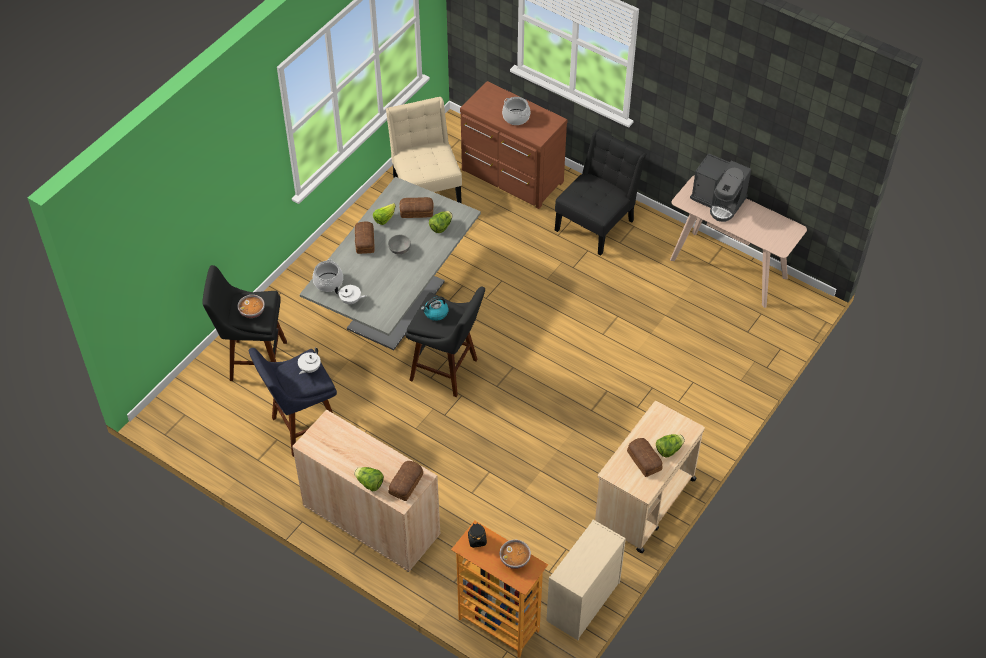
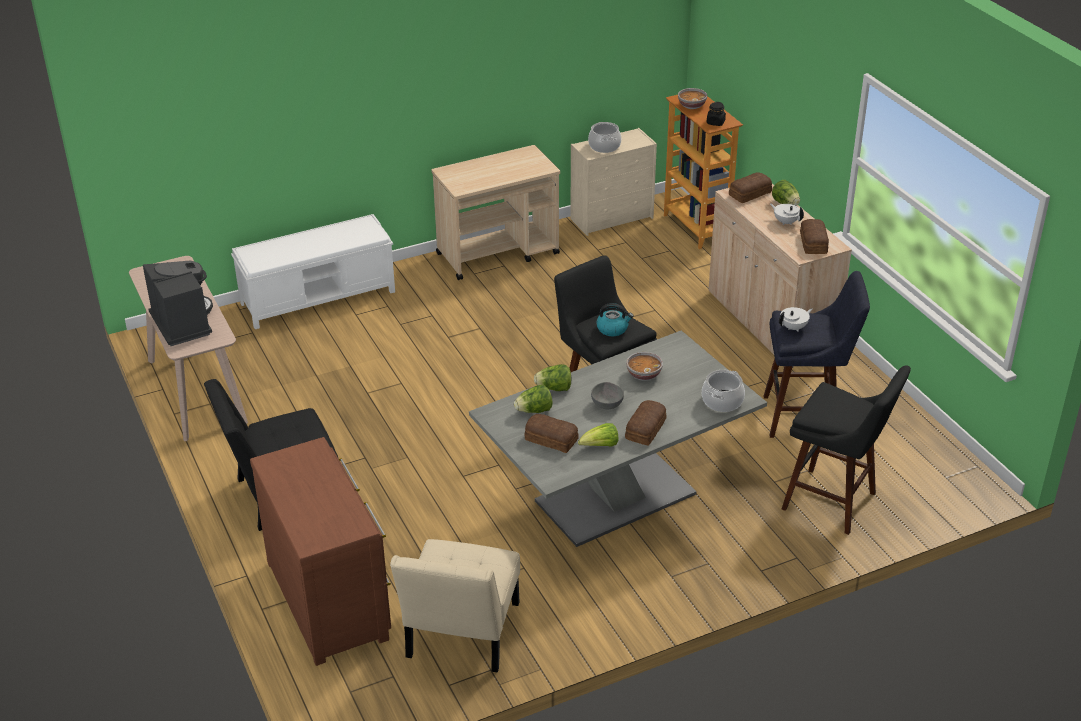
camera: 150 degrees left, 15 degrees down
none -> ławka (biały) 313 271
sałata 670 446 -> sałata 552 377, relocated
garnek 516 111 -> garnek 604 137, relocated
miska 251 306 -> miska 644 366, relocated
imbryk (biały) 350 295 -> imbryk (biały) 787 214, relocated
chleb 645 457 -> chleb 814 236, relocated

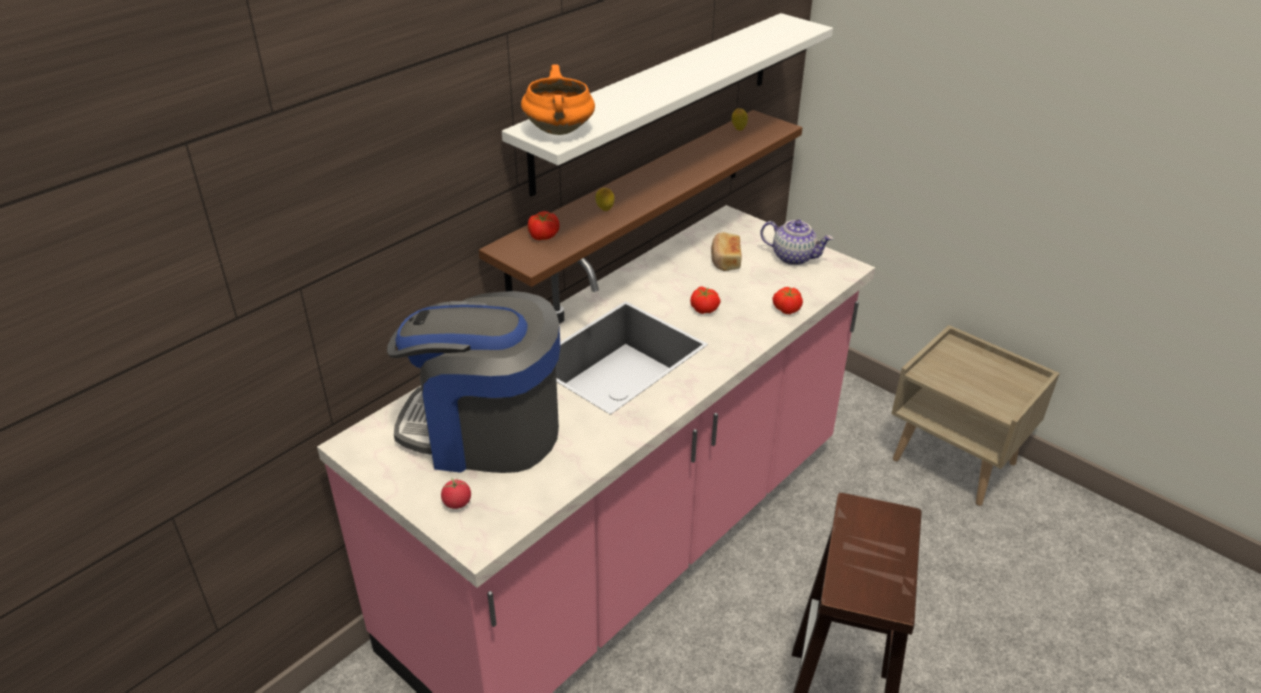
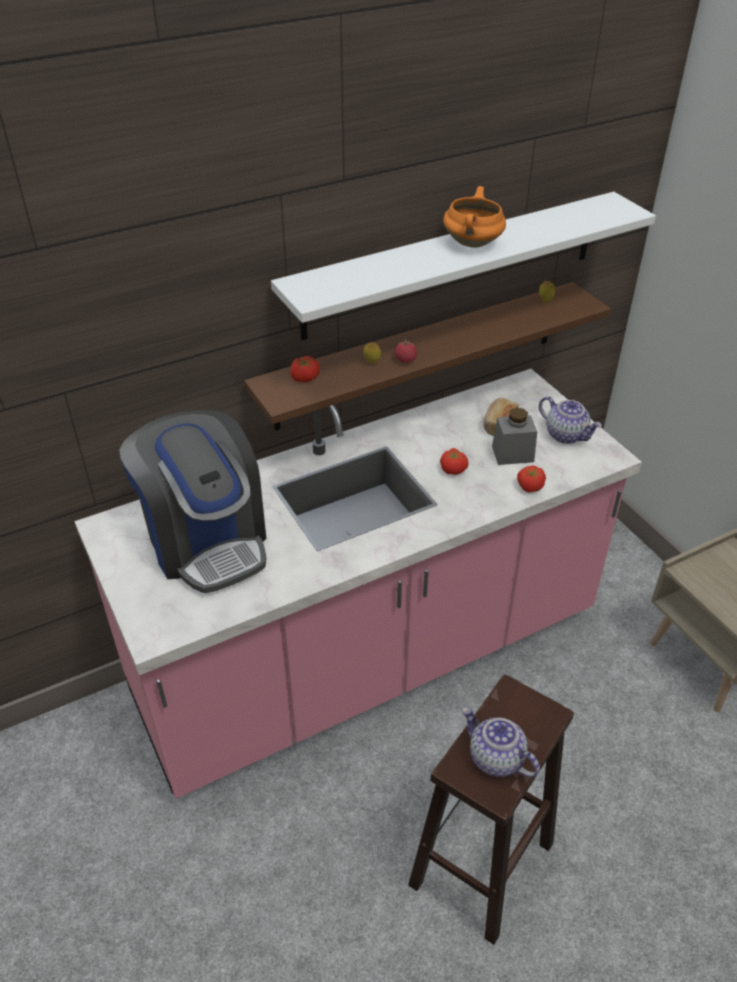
camera: 20 degrees right, 5 degrees up
ekspres do kawy 473 382 -> ekspres do kawy 192 501, 150 degrees counterclockwise
pomidor 456 493 -> pomidor 406 351, relocated
garnek (pomarańczowy) 558 100 -> garnek (pomarańczowy) 474 217, relocated
none -> imbryk 501 742
none -> słoik (szary) 514 436

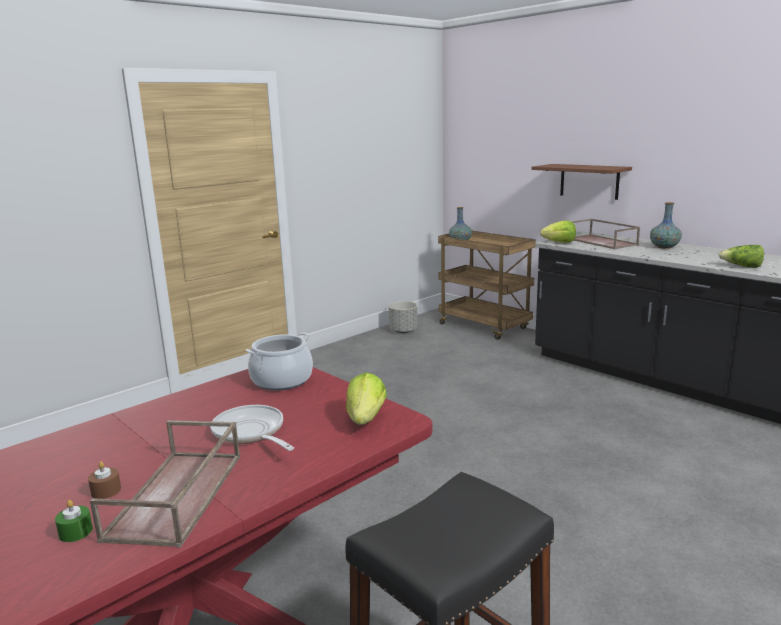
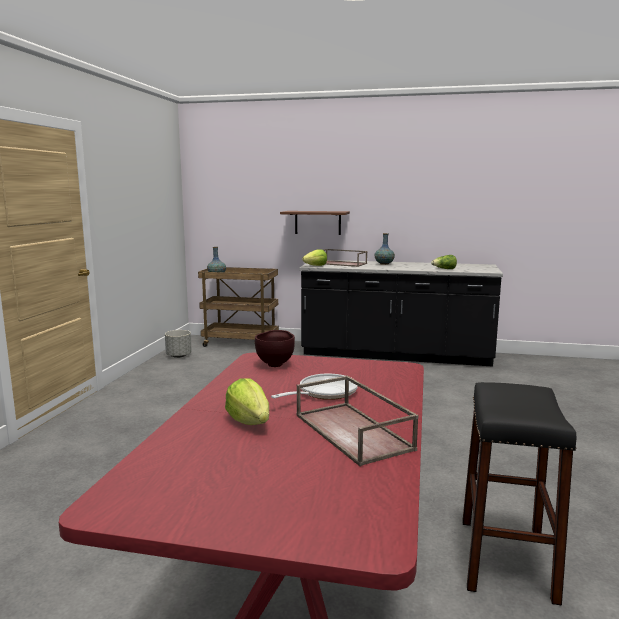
camera: 35 degrees left, 5 degrees down
sałata 366 399 -> sałata 247 401, relocated
garnek 279 361 -> miska (brązowy) 275 348
patelnia 252 428 -> patelnia 314 387, 120 degrees clockwise
świeca (zielony) 74 521 -> none
świeca (brązowy) 104 480 -> none

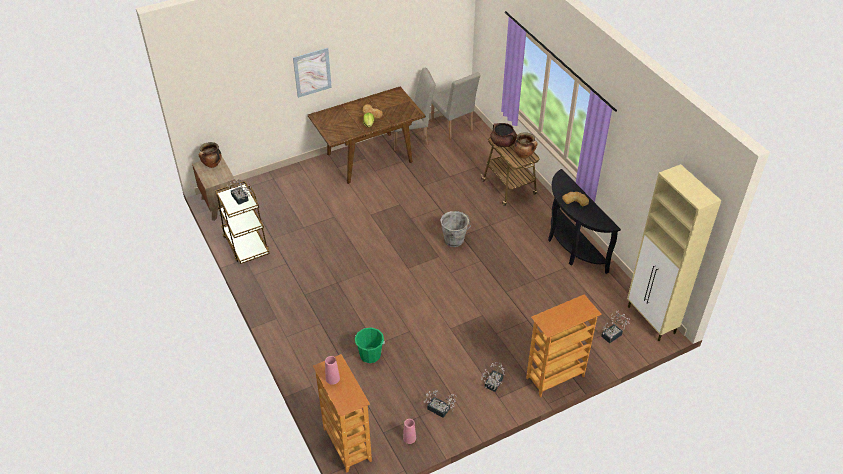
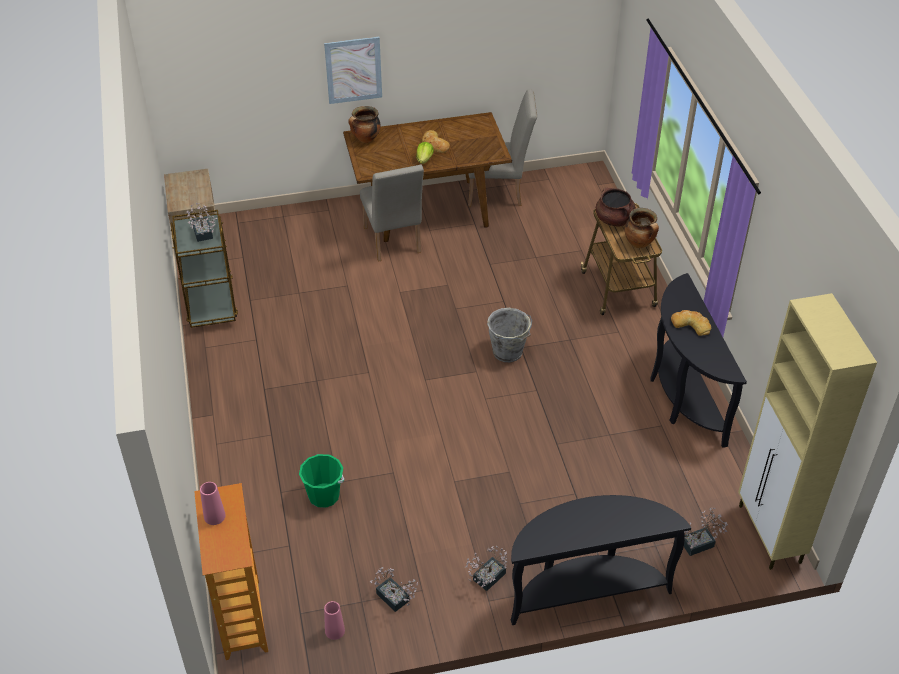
camera: 15 degrees right, 0 degrees up
garnek 210 155 -> garnek 364 124, relocated
krzesło (beżowy) 456 105 -> krzesło (beżowy) 392 213, relocated
regał 563 345 -> stolik konsolowy (czarny) 601 560

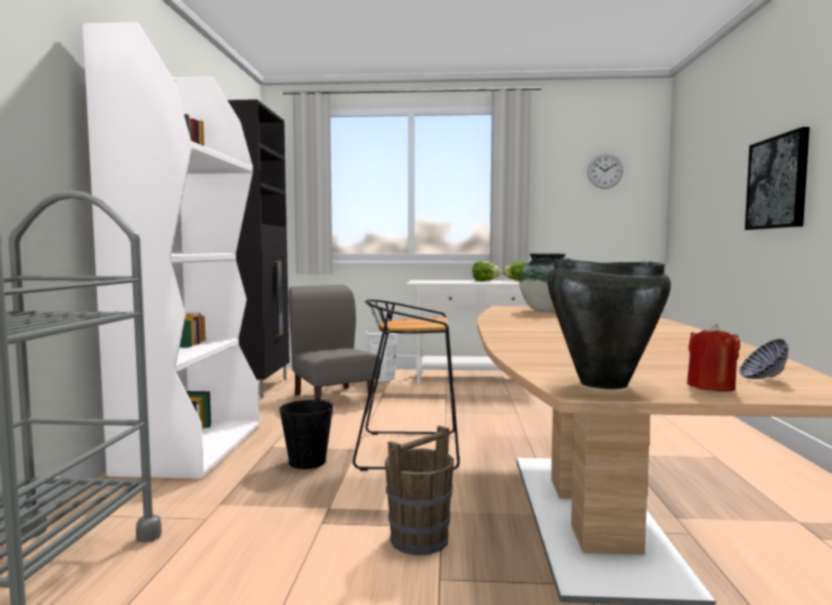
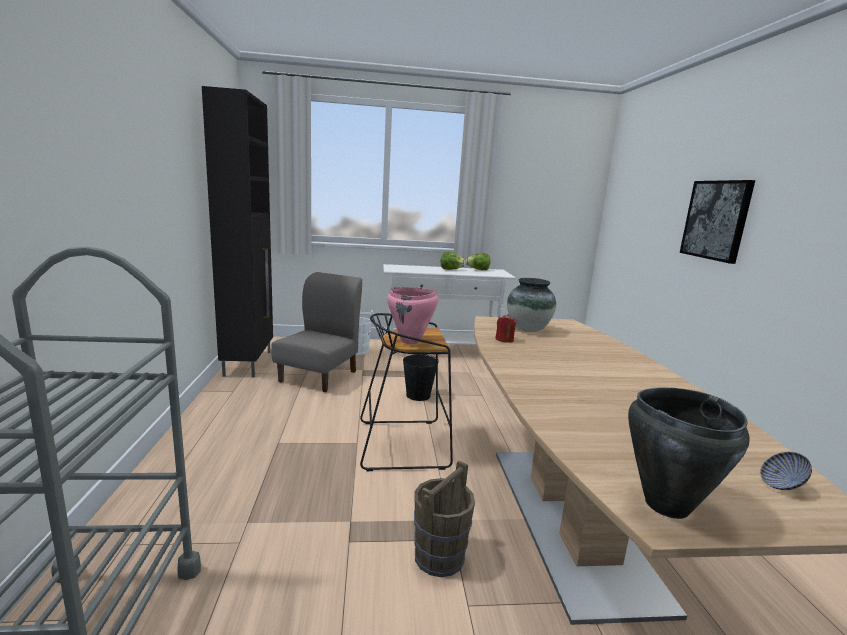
camera: 10 degrees left, 10 degrees up
krzesło (szary) 334 343 -> krzesło (szary) 316 332, 60 degrees clockwise
none -> garnek (różowy) 412 315
wiadro (czarny) 306 433 -> wiadro (czarny) 421 377, relocated
świeca (czerwony) 713 357 -> świeca (czerwony) 506 328, relocated
regał (biały) 171 250 -> none
zegar ścienny 605 171 -> none

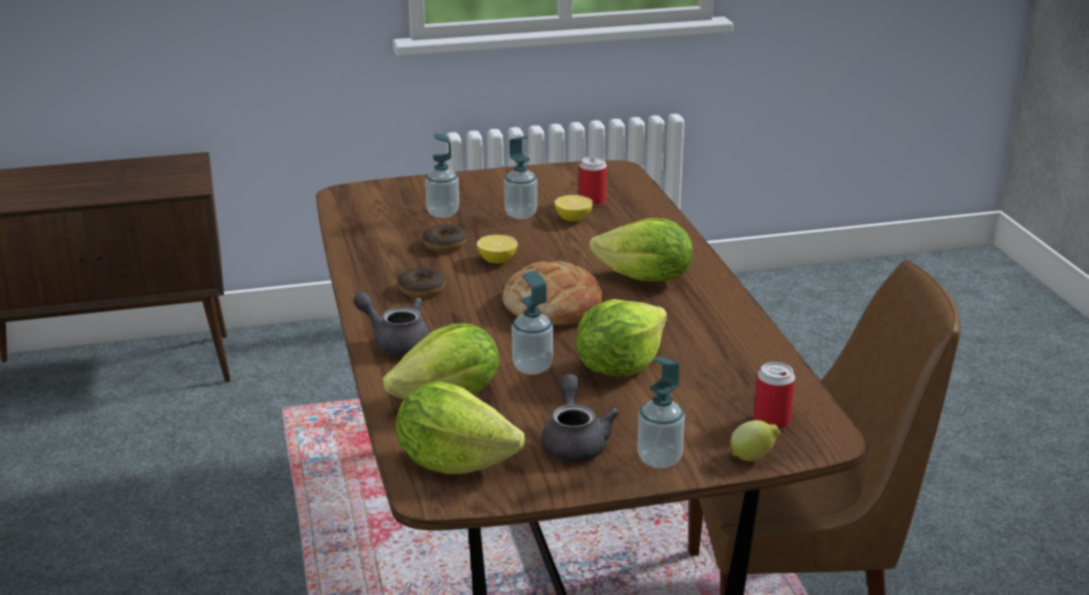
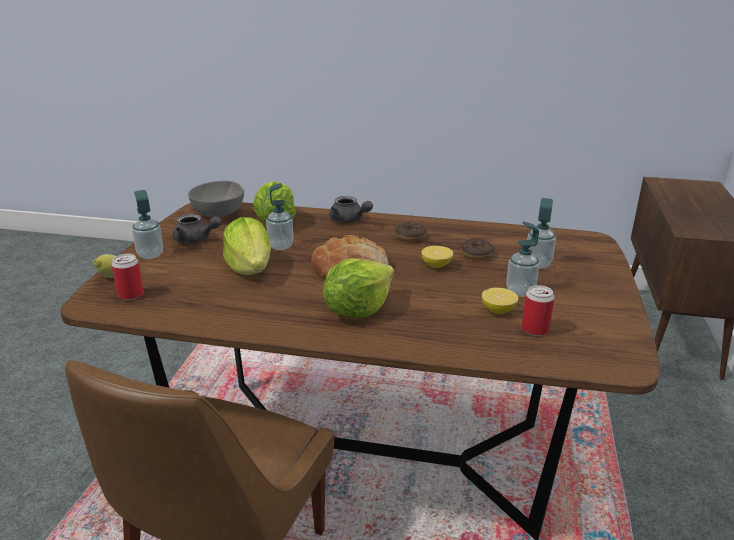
camera: 115 degrees right, 0 degrees up
sałata 460 427 -> miska (szary) 216 199
imbryk (szary) 391 324 -> imbryk (szary) 351 209, 75 degrees clockwise

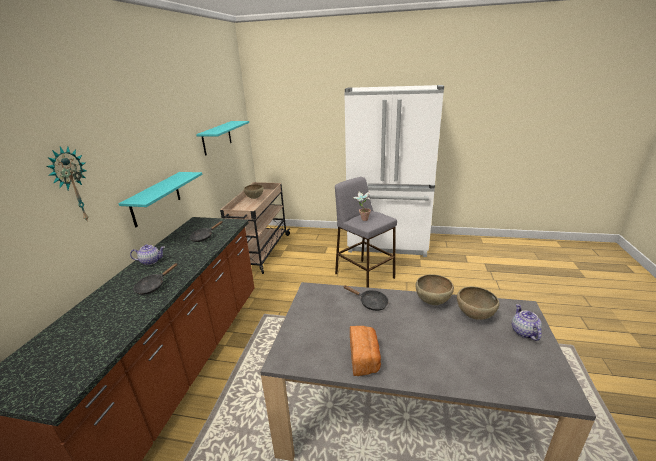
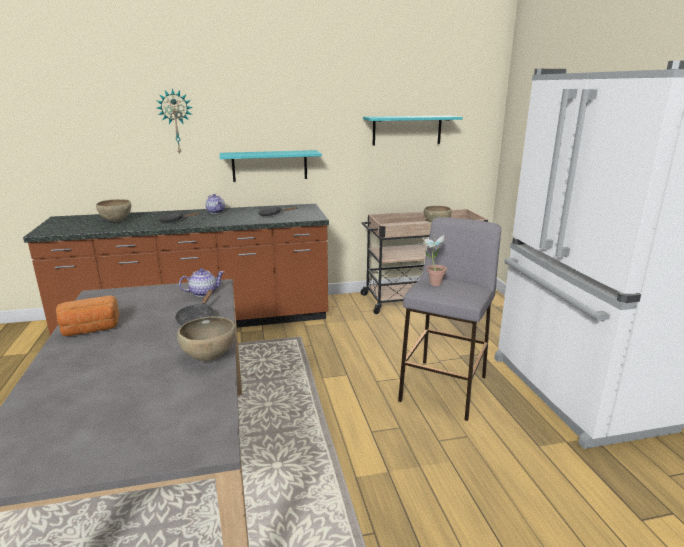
camera: 65 degrees right, 5 degrees down
miska (brązowy) 478 303 -> miska (brązowy) 114 210, relocated
imbryk 527 322 -> imbryk 201 282, relocated

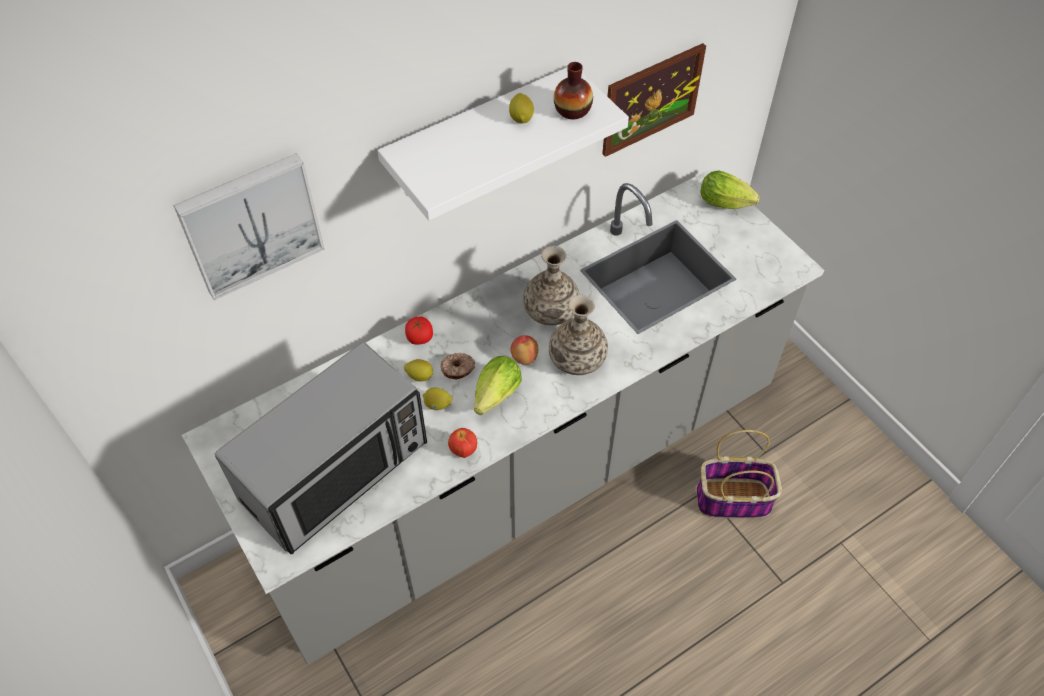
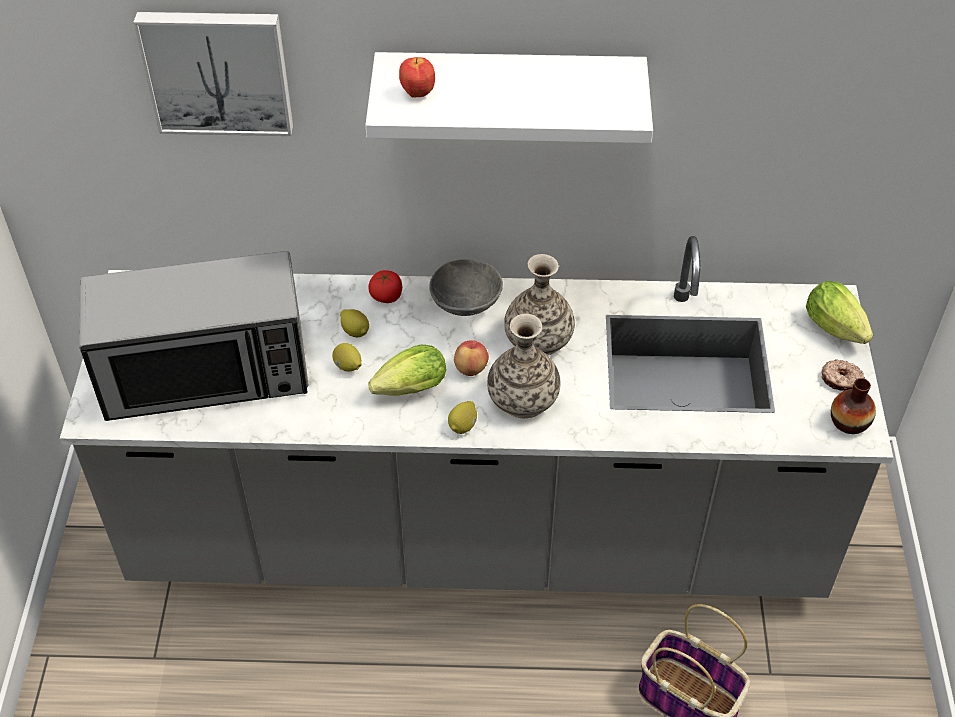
camera: 35 degrees right, 5 degrees down
jabłko 462 443 -> jabłko 417 77, relocated
none -> miska (szary) 466 287
cytryna 521 108 -> cytryna 462 417, relocated
donut 458 366 -> donut 843 375, relocated
wazon 573 91 -> wazon 853 406, relocated
obraz 654 100 -> none

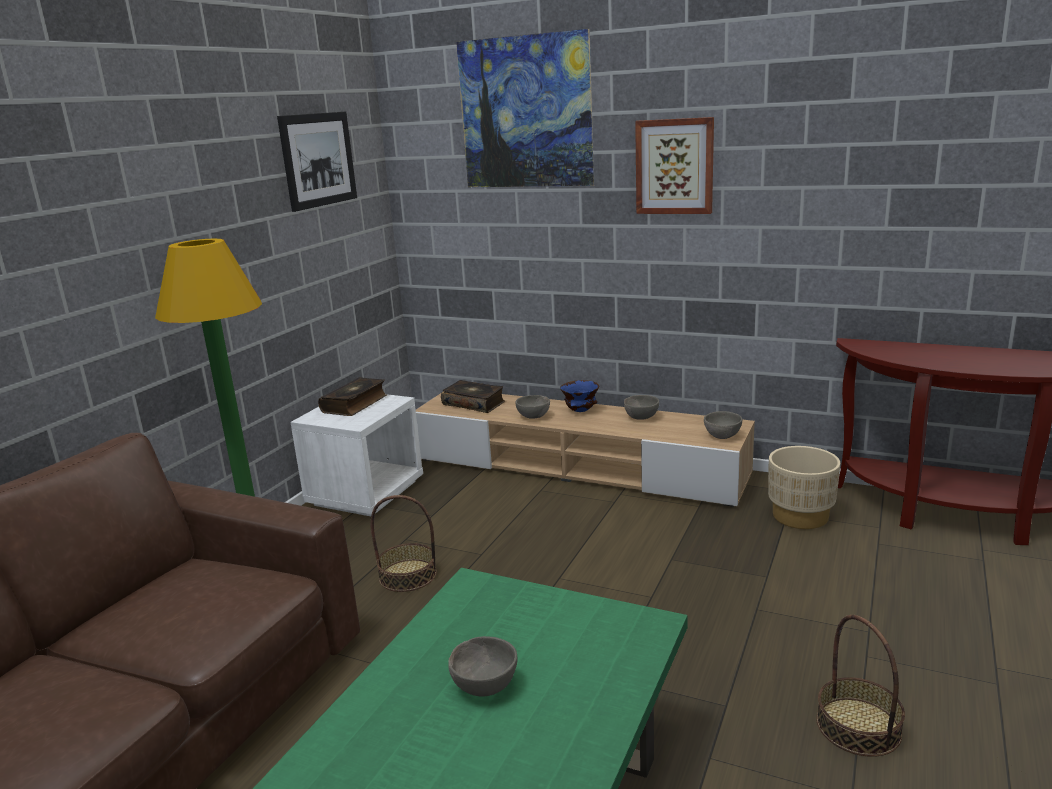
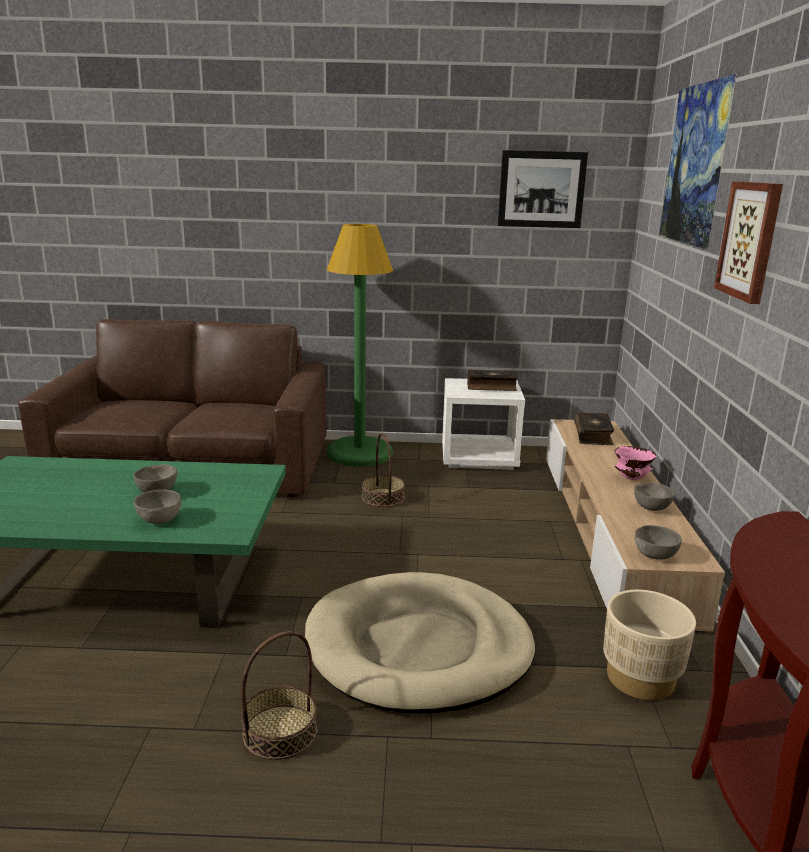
camera: 65 degrees right, 0 degrees up
miska (szary) 533 407 -> miska (szary) 157 506, relocated
none -> legowisko (beżowy) 420 643
miska (niebieski) 579 396 -> miska (różowy) 635 463

